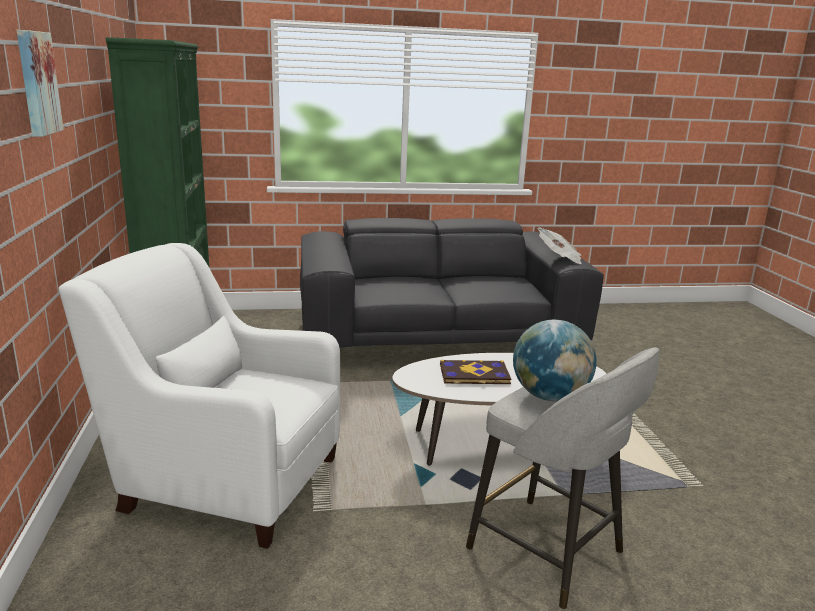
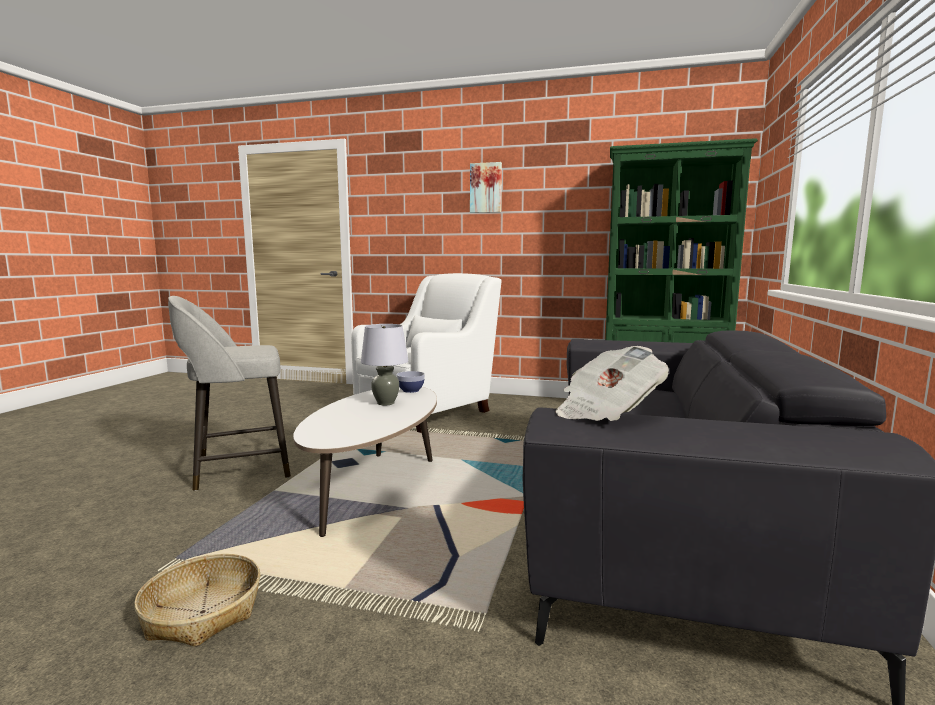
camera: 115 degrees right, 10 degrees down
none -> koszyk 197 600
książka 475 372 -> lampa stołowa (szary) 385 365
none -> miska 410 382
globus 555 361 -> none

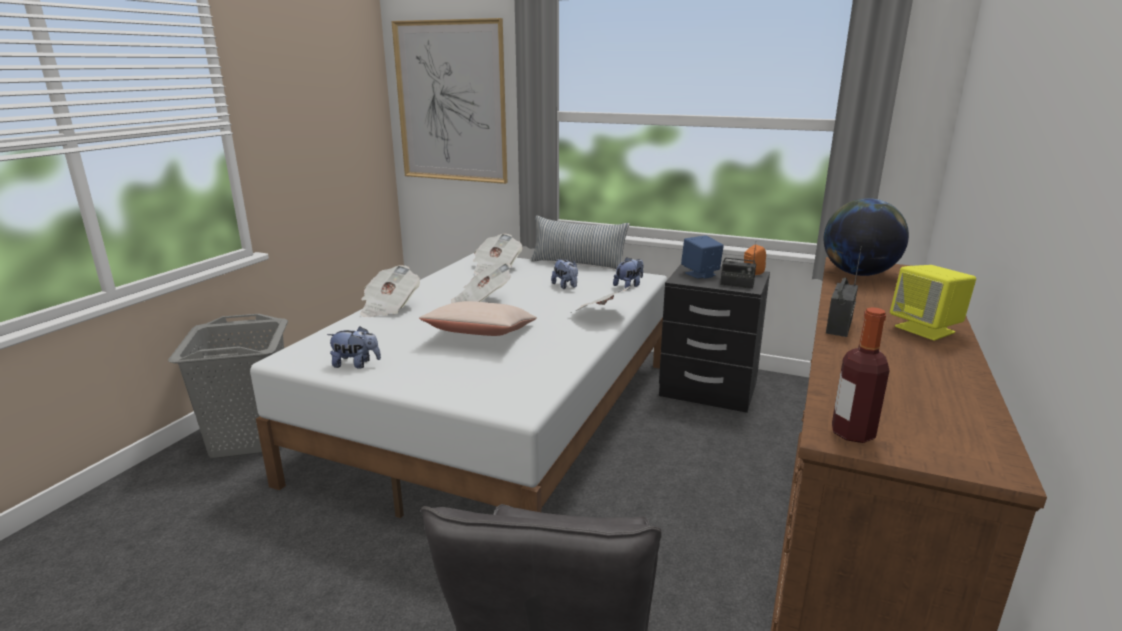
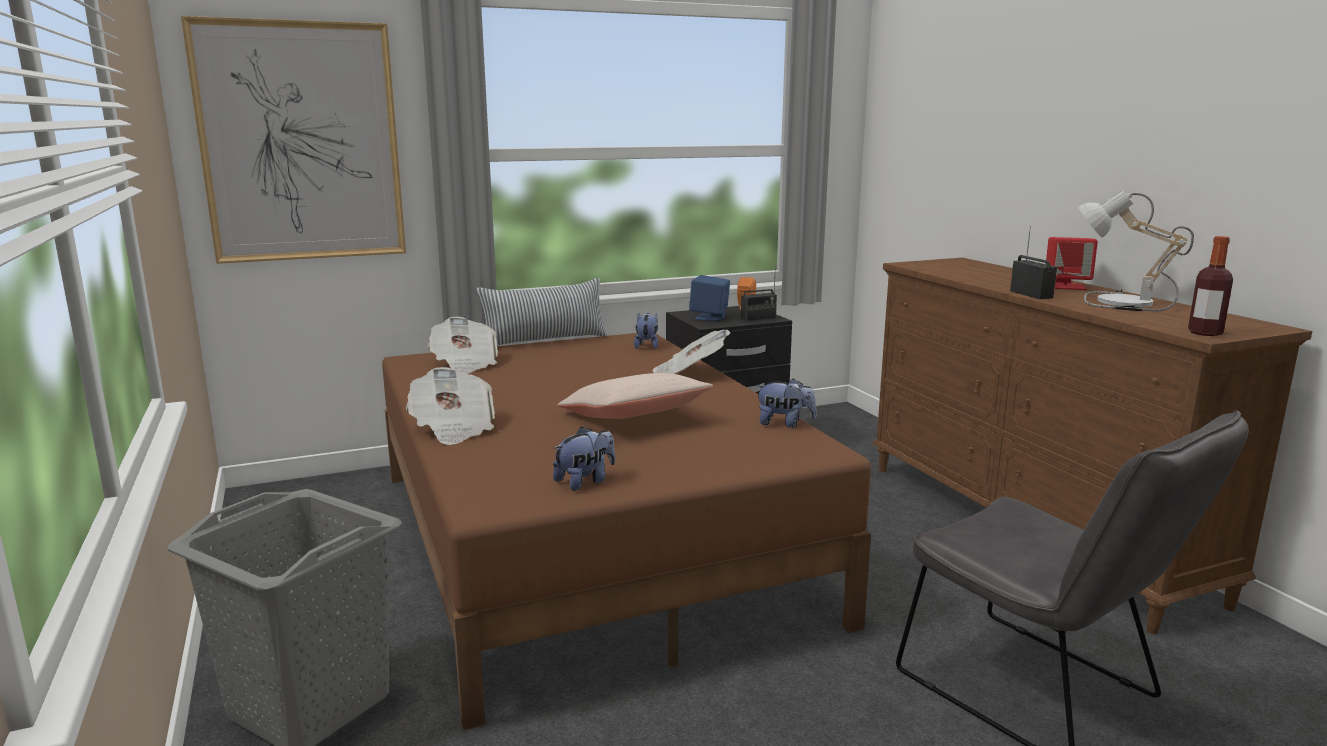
camera: 45 degrees left, 5 degrees down
łóżko (biały) 458 385 -> łóżko (brązowy) 626 531
pluszak 564 274 -> pluszak 786 403, relocated
głośnik (żółty) 933 303 -> głośnik (czerwony) 1072 263
none -> lampa stołowa 1136 250
gazeta 481 283 -> none
globus 866 237 -> none

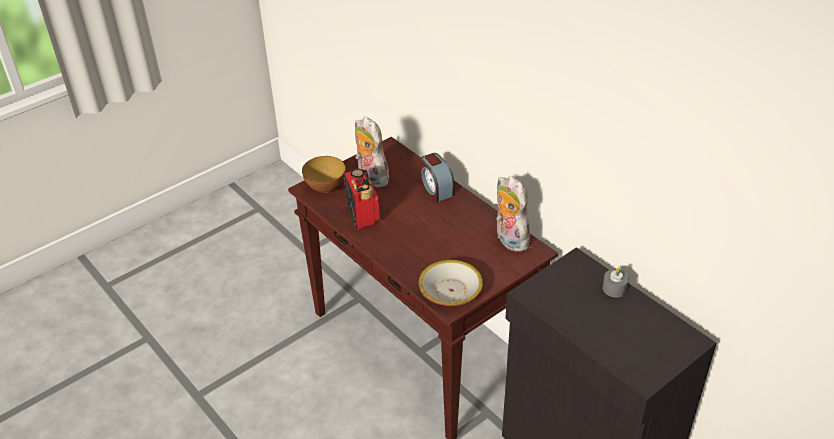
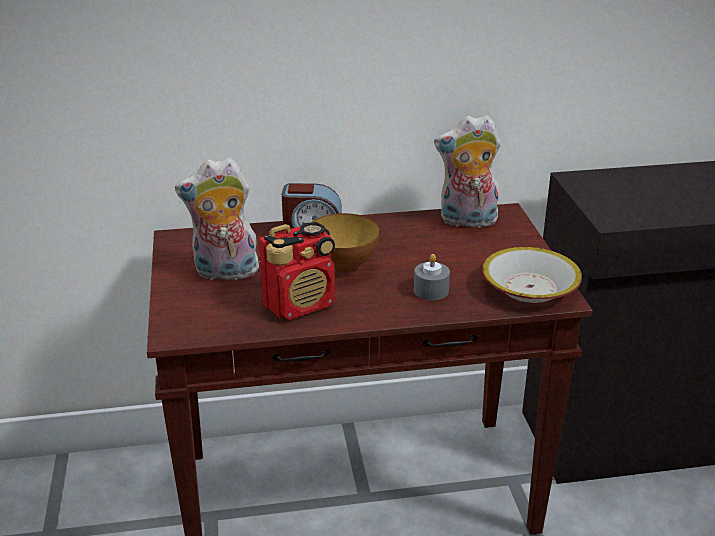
camera: 60 degrees left, 10 degrees down
radio 362 198 -> radio 297 271, 135 degrees clockwise
miska 324 174 -> miska 345 242, relocated
świeca (szary) 615 283 -> świeca (szary) 432 277, relocated

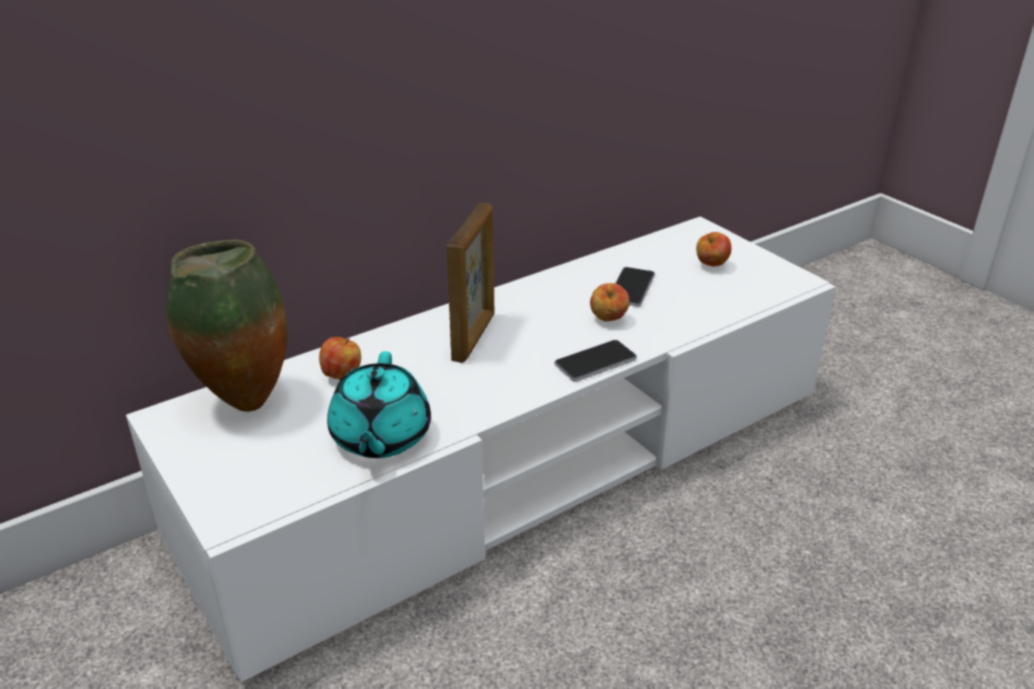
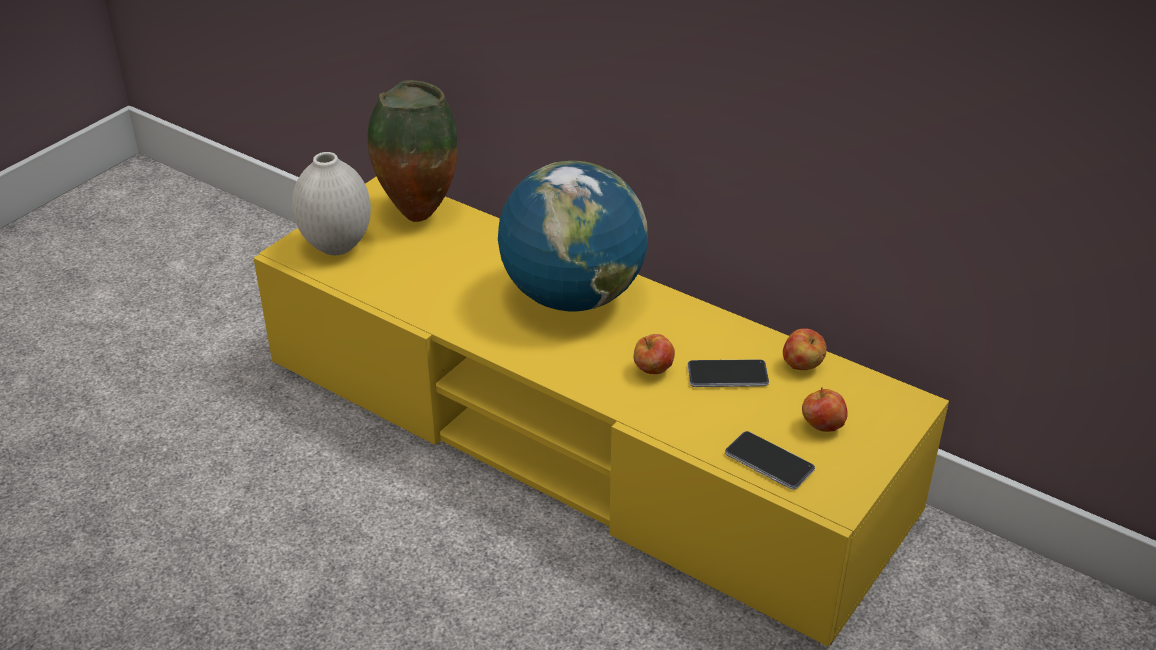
camera: 70 degrees right, 5 degrees up
szafka pod telewizor (biały) 481 449 -> szafka pod telewizor (żółty) 601 411
none -> wazon (biały) 331 203
ramka na zdjęcie 470 283 -> globus 573 236
telefon 595 360 -> telefon 770 460, relocated
jabłko 340 358 -> jabłko 805 349, relocated
imbryk (turkusowy) 379 404 -> none

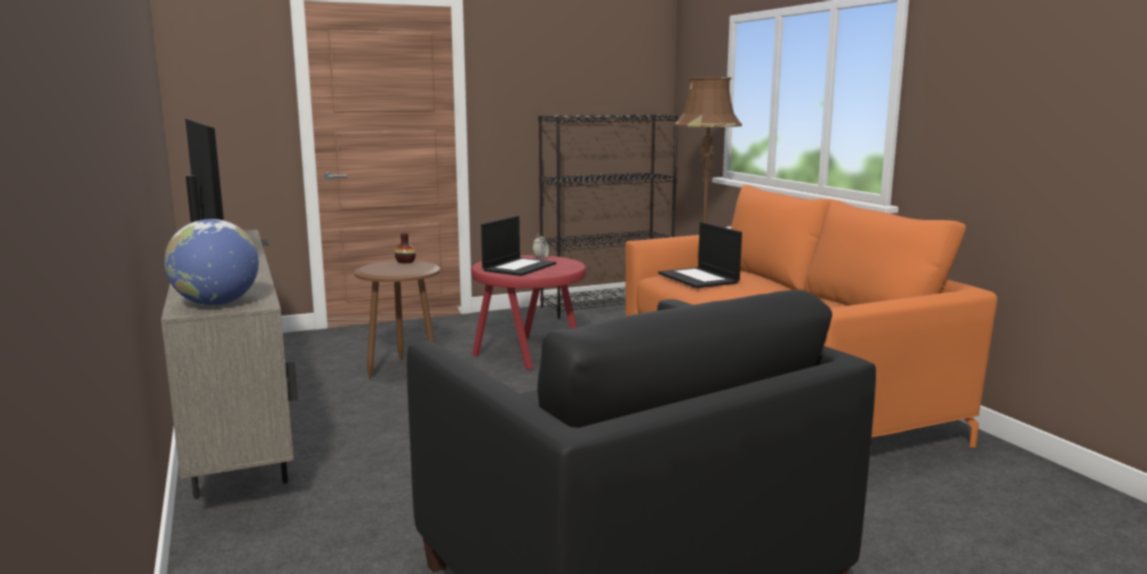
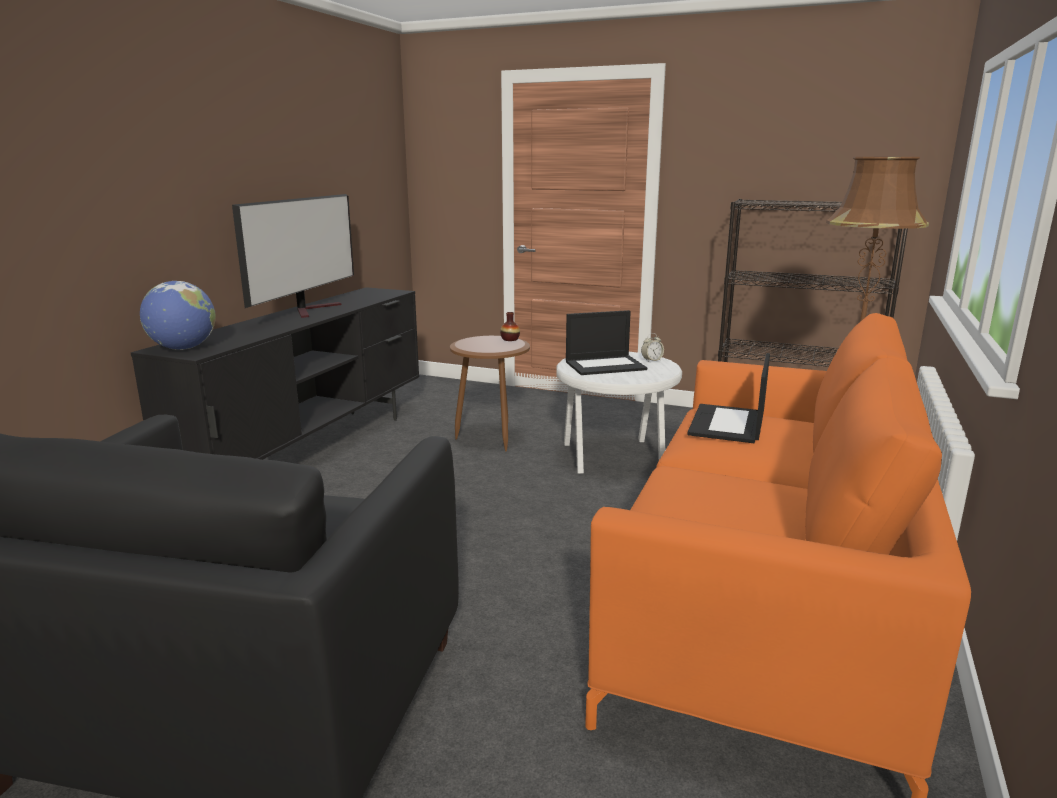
camera: 45 degrees right, 5 degrees up
szafka pod telewizor (beżowy) 229 364 -> szafka pod telewizor (czarny) 275 373
stolik (czerwony) 529 313 -> stolik (biały) 619 413

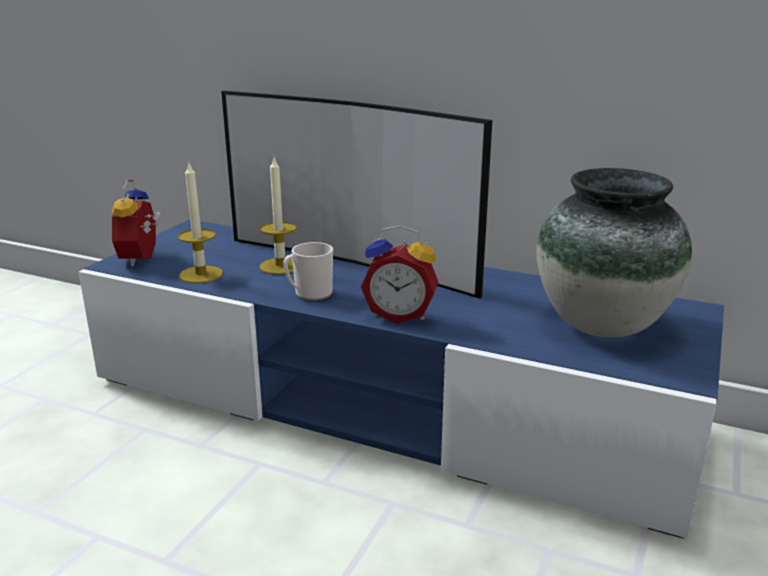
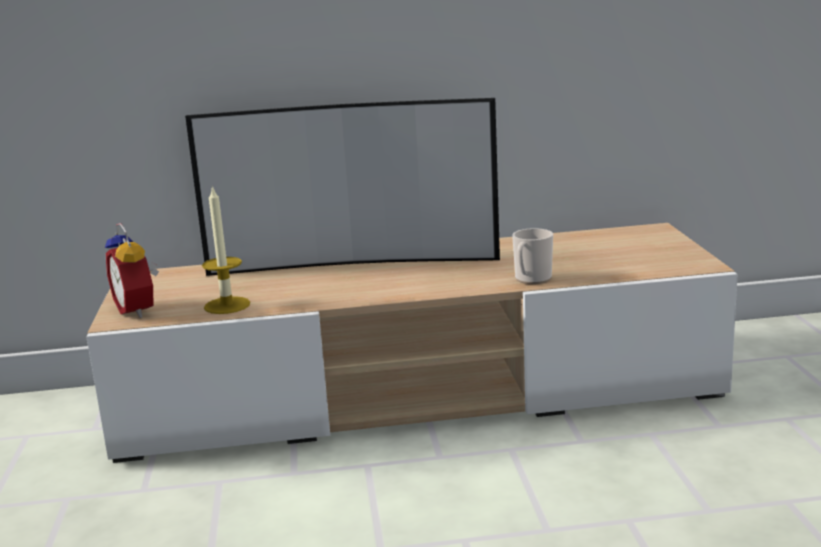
camera: 30 degrees left, 5 degrees down
szafka pod telewizor (niebieski) 401 379 -> szafka pod telewizor (beżowy) 412 343
kubek 308 271 -> kubek 532 256, relocated
świeca 278 216 -> none
budzik 399 274 -> none
wazon 614 253 -> none

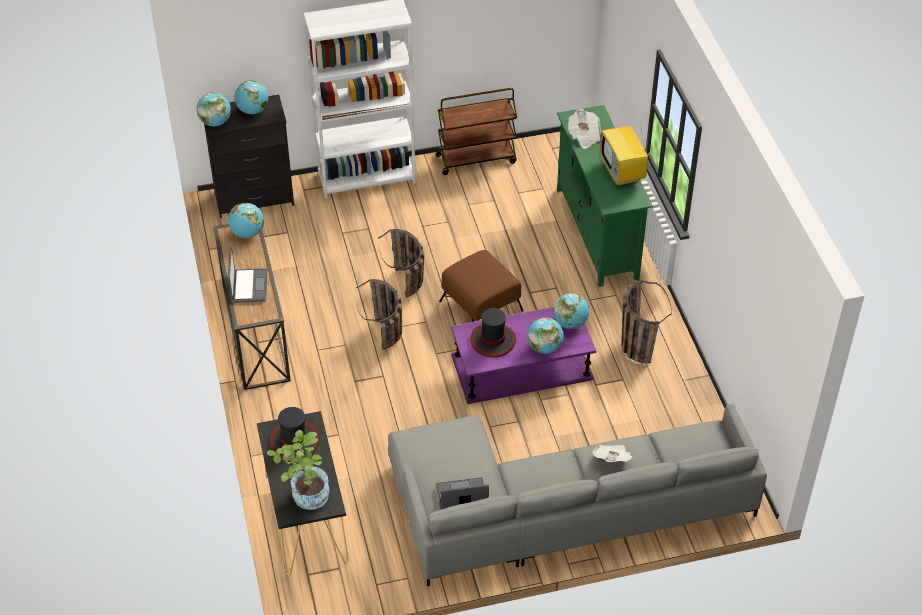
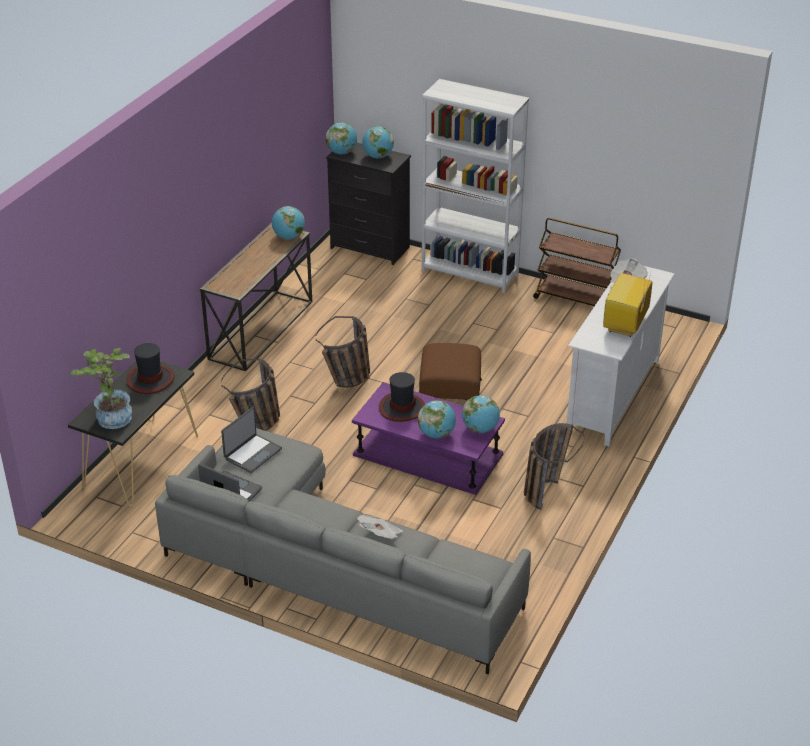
camera: 40 degrees right, 10 degrees down
koszyk 401 263 -> koszyk 250 394, relocated
laptop 247 275 -> laptop 251 440, relocated
szafka pod telewizor (zielony) 605 196 -> szafka pod telewizor (biały) 621 355

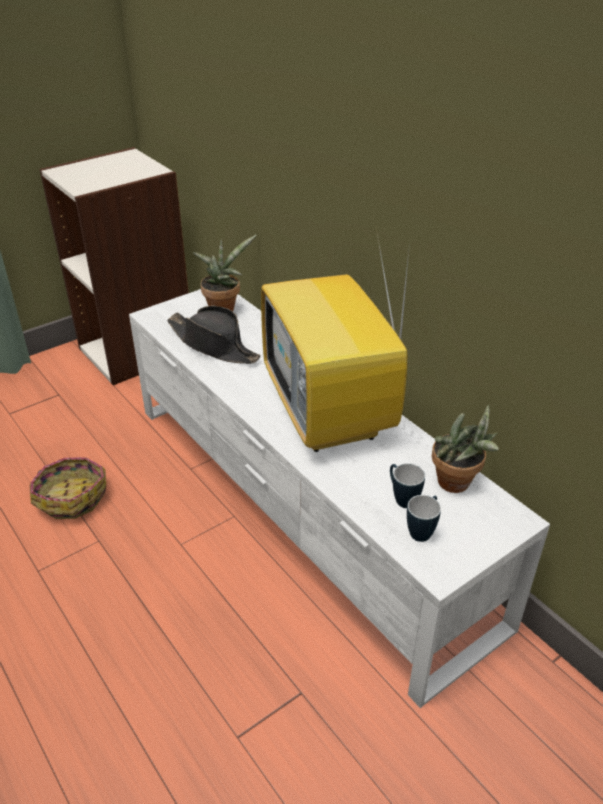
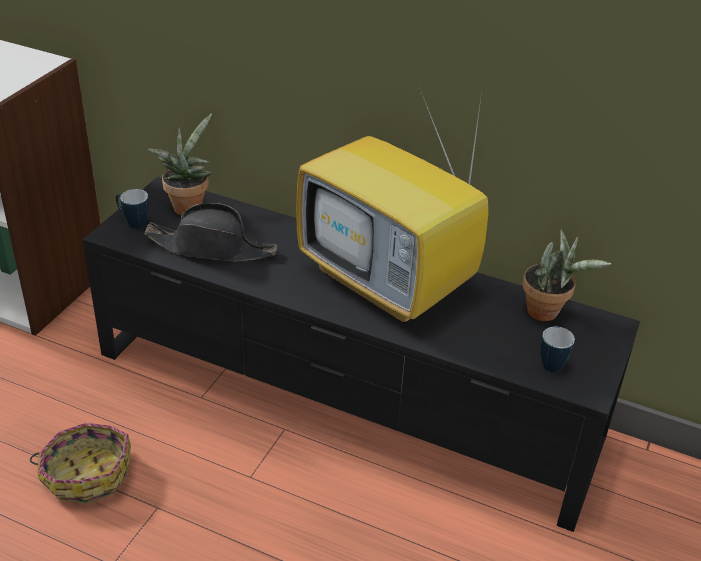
camera: 30 degrees left, 0 degrees up
szafka pod telewizor (biały) 339 498 -> szafka pod telewizor (czarny) 361 354
kubek 407 485 -> kubek 132 209, relocated

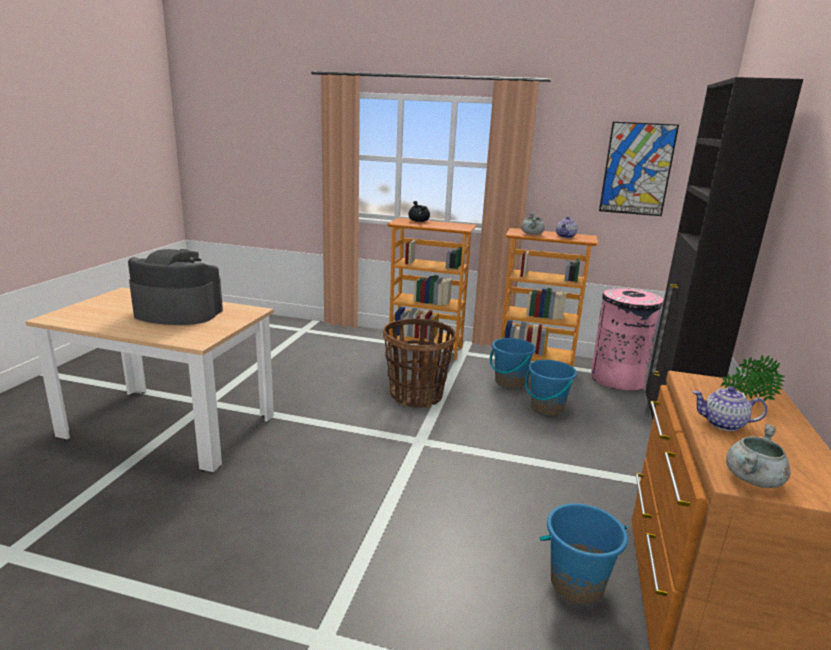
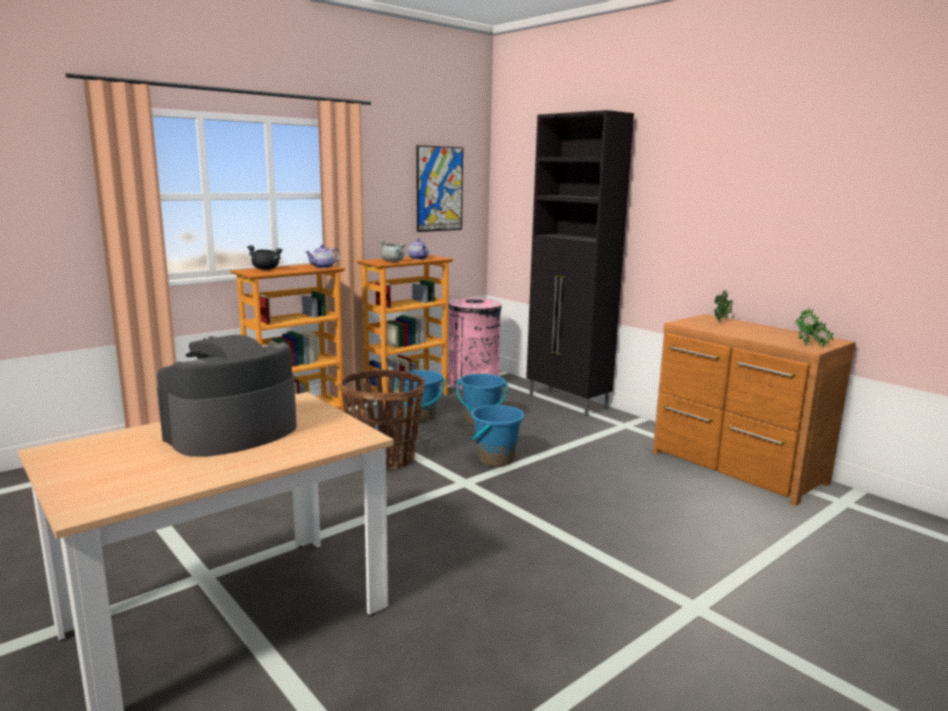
camera: 55 degrees left, 5 degrees down
imbryk 729 408 -> imbryk 322 256, relocated
wiadro (niebieski) 584 553 -> wiadro (niebieski) 497 436, relocated
garnek (szary) 758 456 -> roślina doniczkowa 814 327

